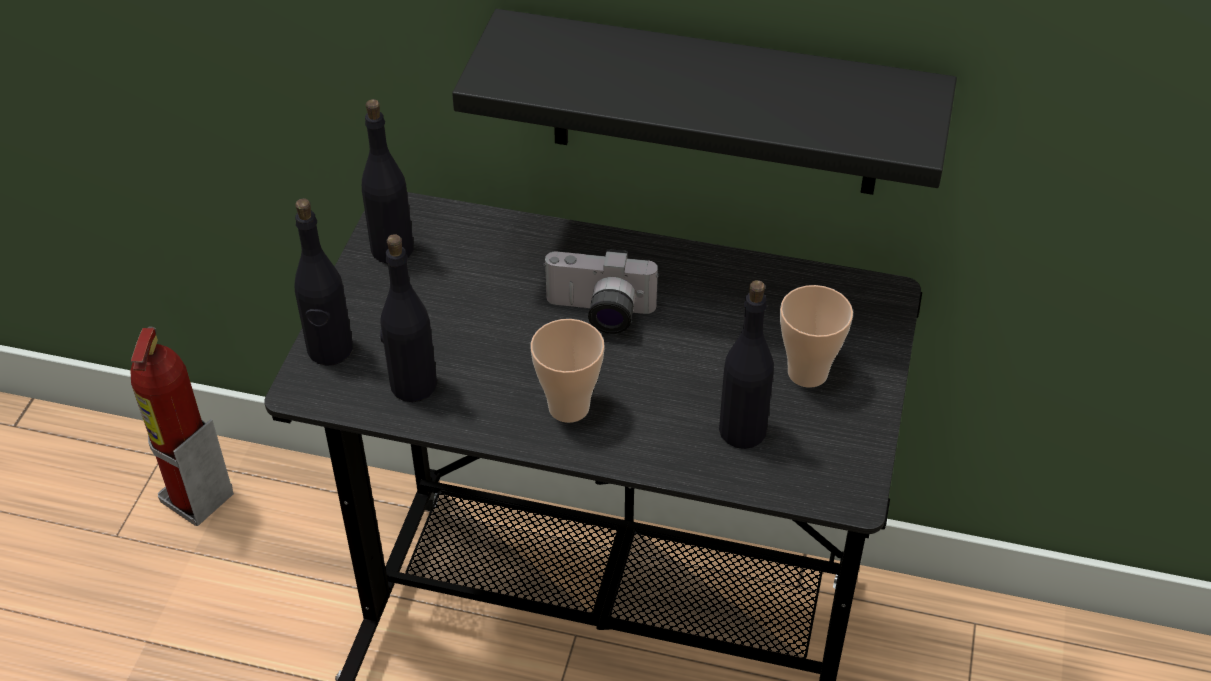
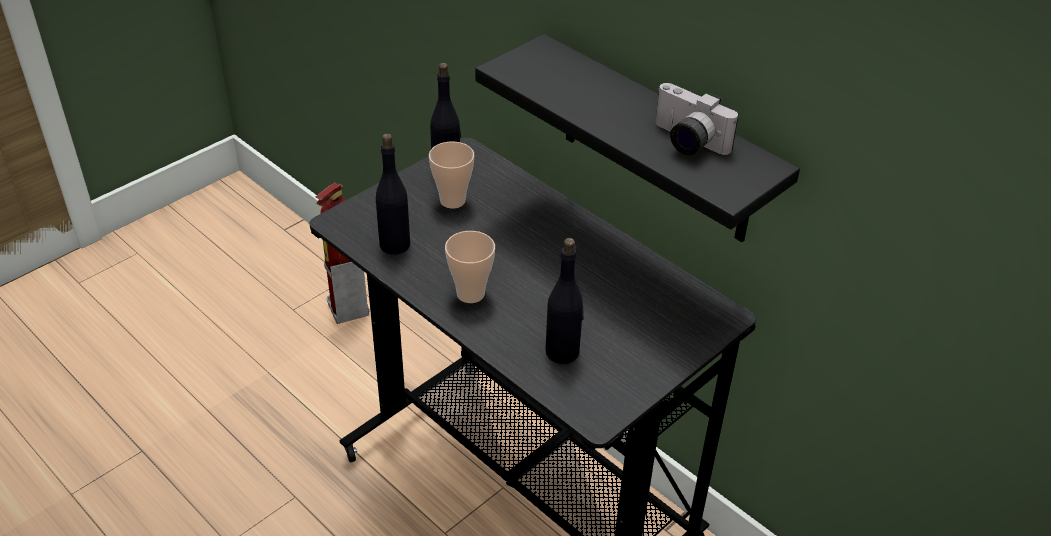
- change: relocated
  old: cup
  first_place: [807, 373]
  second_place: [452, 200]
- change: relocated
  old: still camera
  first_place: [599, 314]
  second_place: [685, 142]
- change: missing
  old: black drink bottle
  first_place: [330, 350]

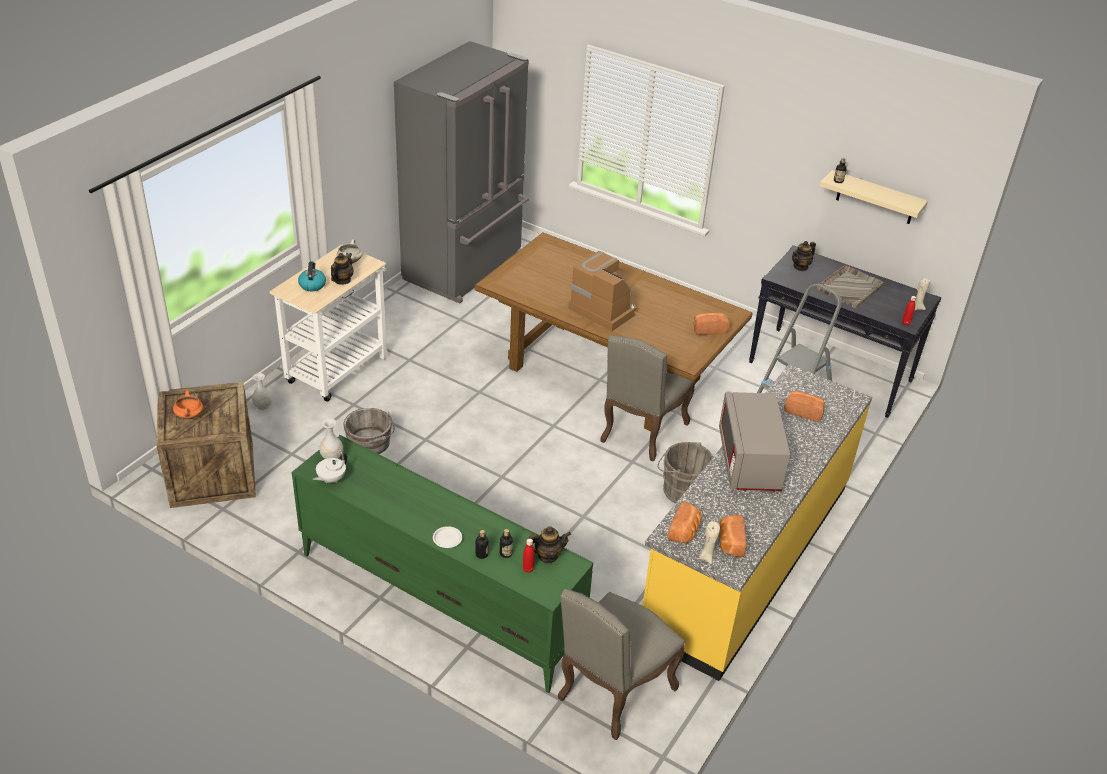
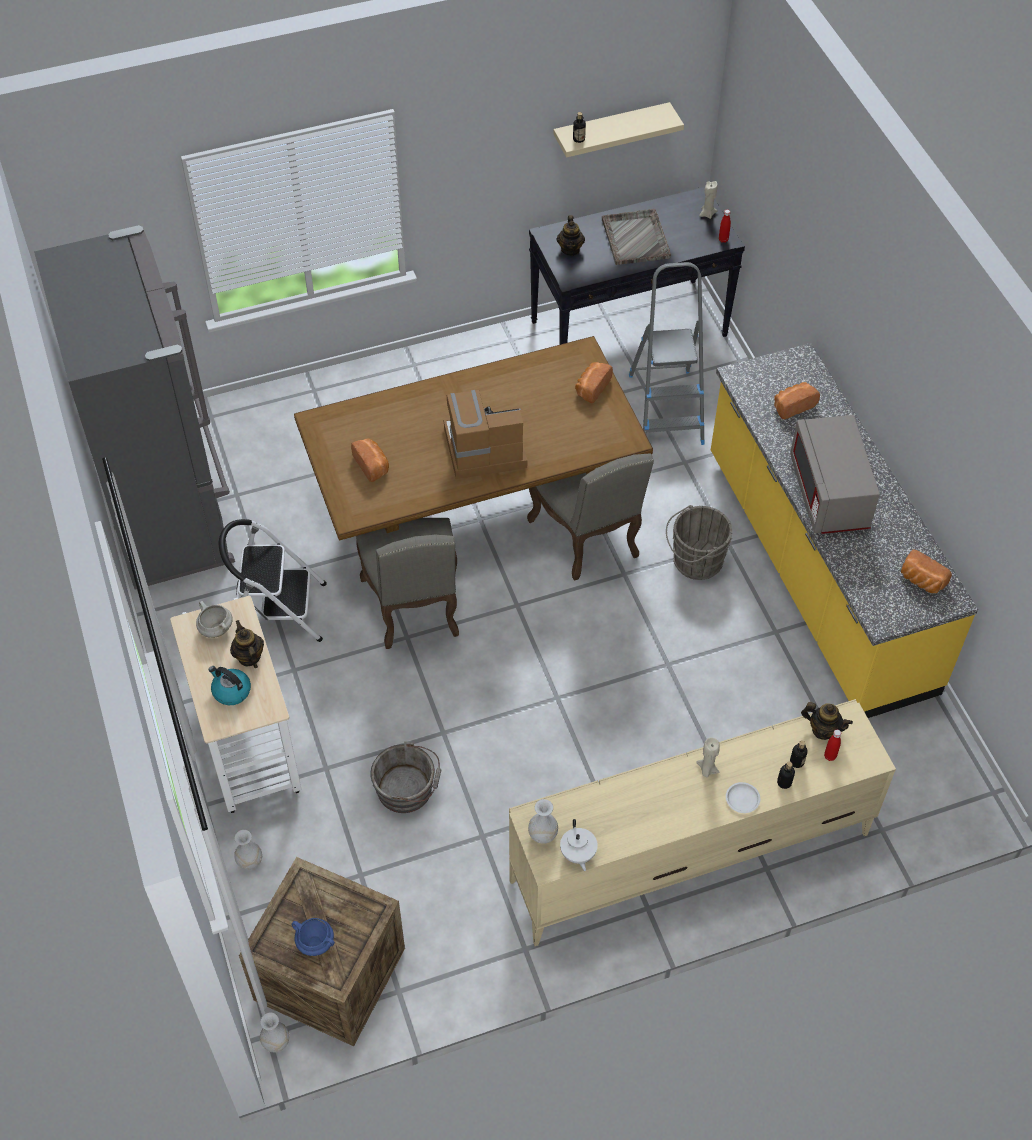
- change: appeared
  new: step stool
  second_place: [275, 612]
- change: appeared
  new: whitish flower vase
  second_place: [276, 1042]
- change: colour
  old: orange saucepot
  new: blue saucepot
  first_place: [190, 416]
  second_place: [316, 942]
- change: relocated
  old: bread
  first_place: [684, 531]
  second_place: [372, 465]
- change: relocated
  old: greyish upright chair
  first_place: [612, 692]
  second_place: [414, 608]
- change: colour
  old: greenish storage cabinet
  new: beige storage cabinet
  first_place: [437, 601]
  second_place: [689, 859]
- change: relocated
  old: beige candle
  first_place: [706, 557]
  second_place: [707, 769]
- change: spun
  old: greyish microwave oven
  first_place: [748, 461]
  second_place: [828, 494]
  degrees: 45
- change: spun
  old: pot for tea
  first_place: [547, 556]
  second_place: [823, 730]
  degrees: 90

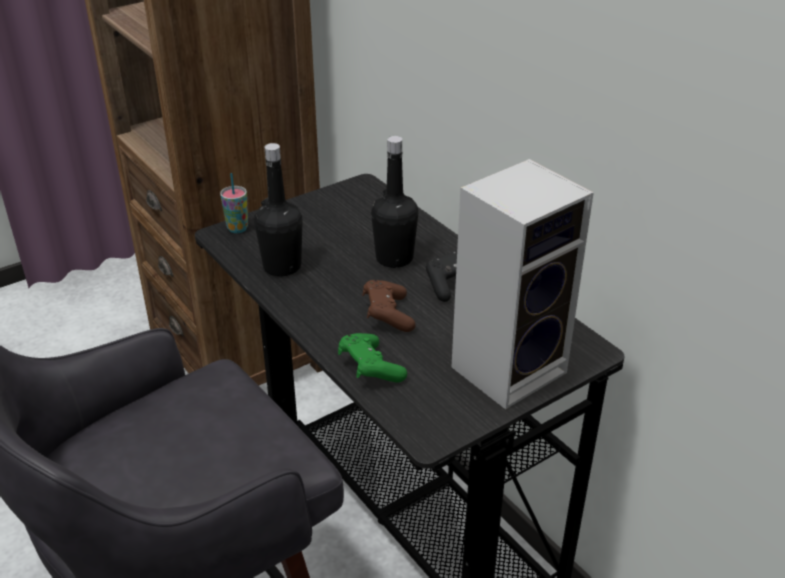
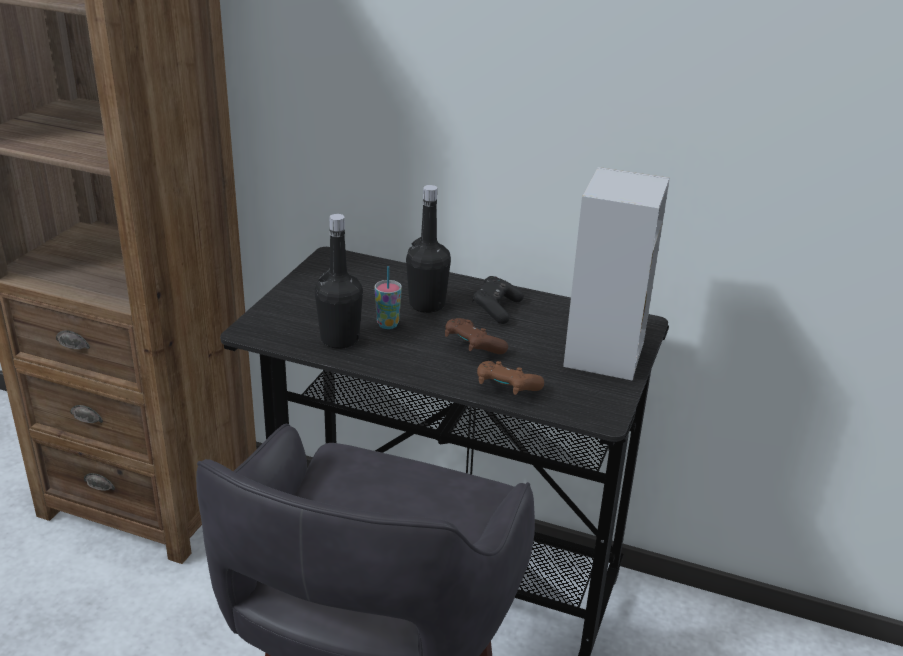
- change: relocated
  old: cup
  first_place: [237, 228]
  second_place: [388, 324]
- change: colour
  old: greenish joypad
  new: brown joypad
  first_place: [370, 369]
  second_place: [506, 389]

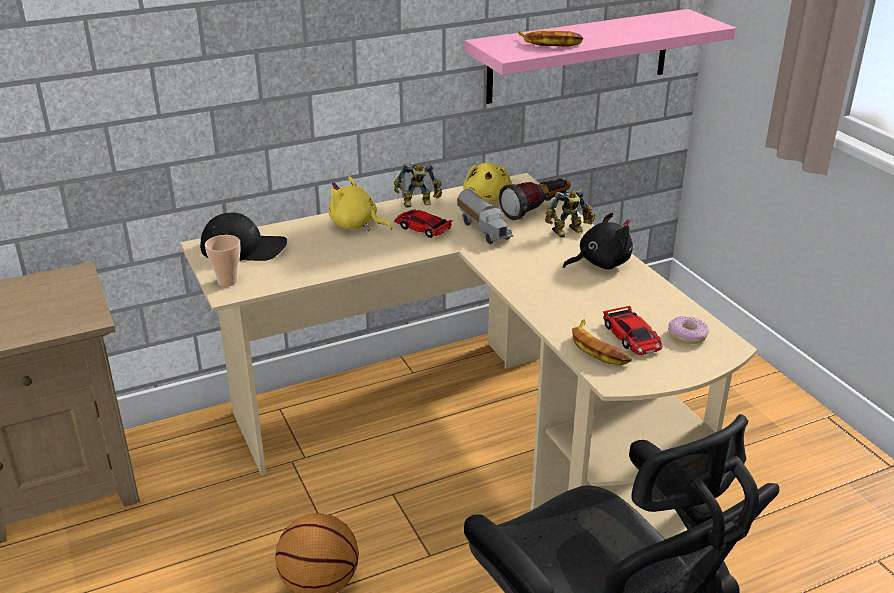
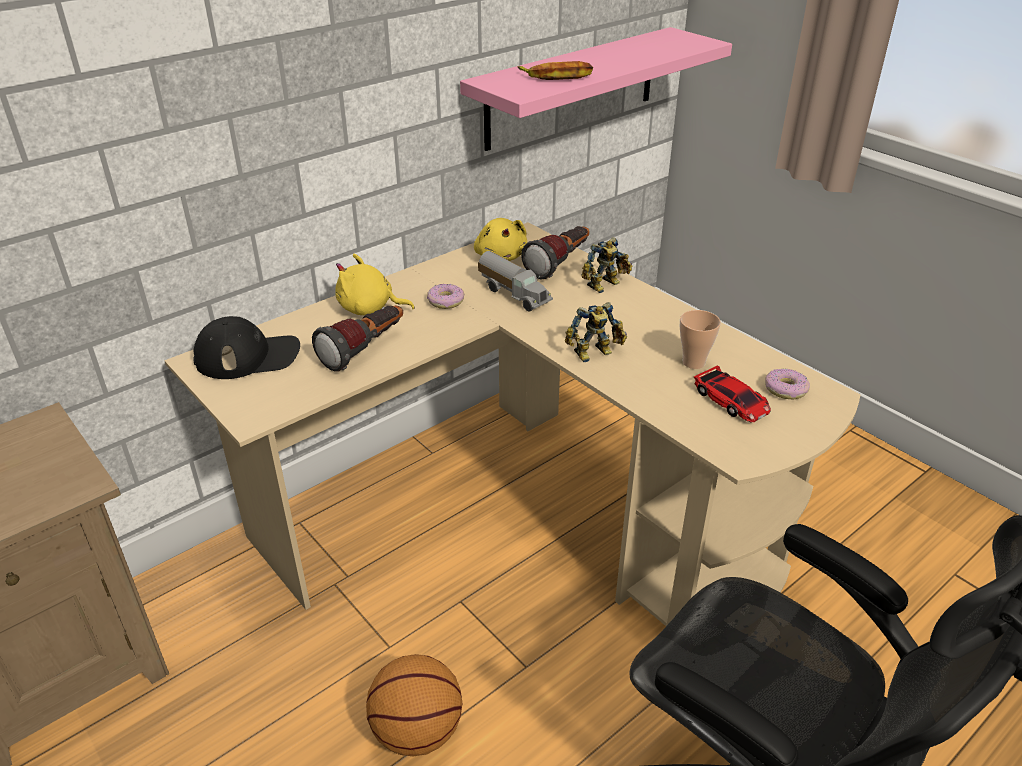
- change: appeared
  new: flashlight
  second_place: [365, 350]
- change: exchanged
  old: toy car
  new: ring doughnut
  first_place: [422, 227]
  second_place: [445, 301]
- change: relocated
  old: toy robot
  first_place: [418, 204]
  second_place: [595, 354]
- change: relocated
  old: cup
  first_place: [227, 281]
  second_place: [693, 362]
- change: missing
  old: black soft toy
  first_place: [600, 263]
- change: missing
  old: banana fruit
  first_place: [598, 348]

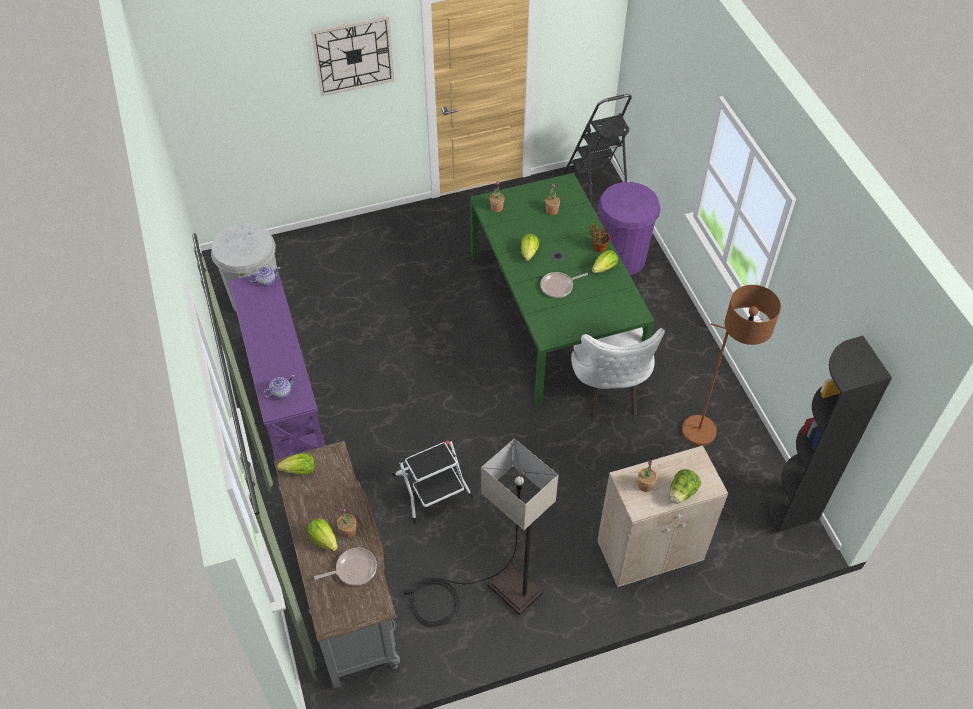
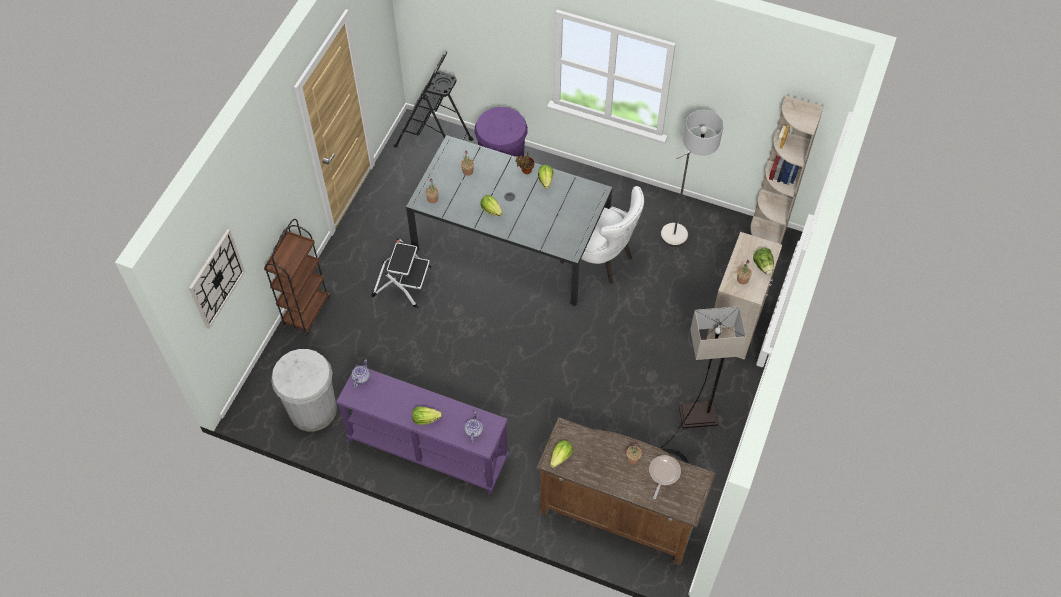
- change: relocated
  old: hanging clock
  first_place: [353, 55]
  second_place: [216, 278]
- change: appeared
  new: brown wheeled cart
  second_place: [306, 313]
- change: relocated
  old: step stool
  first_place: [431, 487]
  second_place: [402, 283]
- change: colour
  old: greenish dining table
  new: greyish dining table
  first_place: [553, 314]
  second_place: [510, 242]
- change: relocated
  old: lettuce
  first_place: [324, 539]
  second_place: [425, 419]
- change: colour
  old: brown standing lamp
  new: greyish standing lamp
  first_place: [709, 434]
  second_place: [681, 232]
- change: colour
  old: black shelving unit
  new: beige shelving unit
  first_place: [788, 510]
  second_place: [766, 236]
- change: missing
  old: skillet
  first_place: [558, 286]

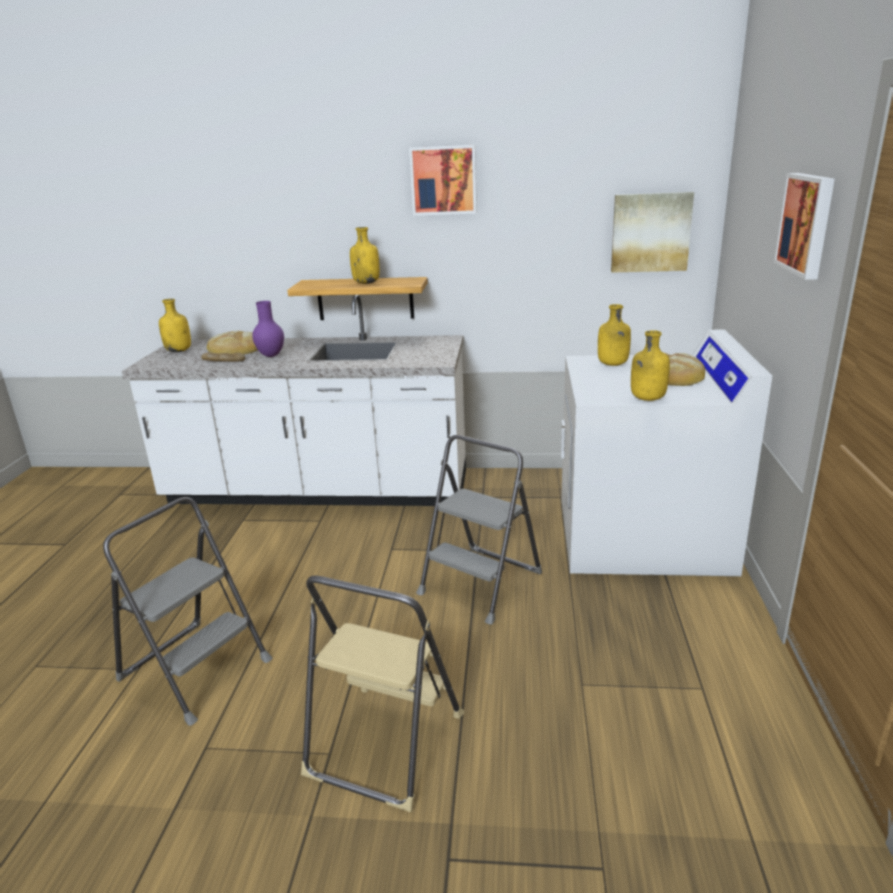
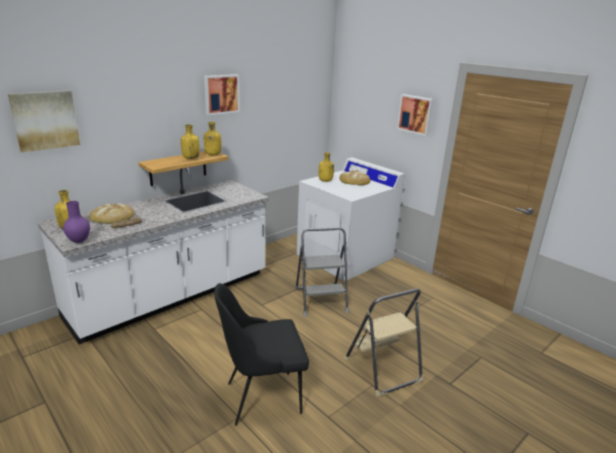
- change: relocated
  old: wall art
  first_place: [650, 232]
  second_place: [45, 120]
- change: relocated
  old: purple flower vase
  first_place: [271, 355]
  second_place: [79, 241]
- change: relocated
  old: yellow drink bottle
  first_place: [647, 398]
  second_place: [212, 154]
- change: exchanged
  old: greyish step stool
  new: black upright chair
  first_place: [191, 667]
  second_place: [263, 398]

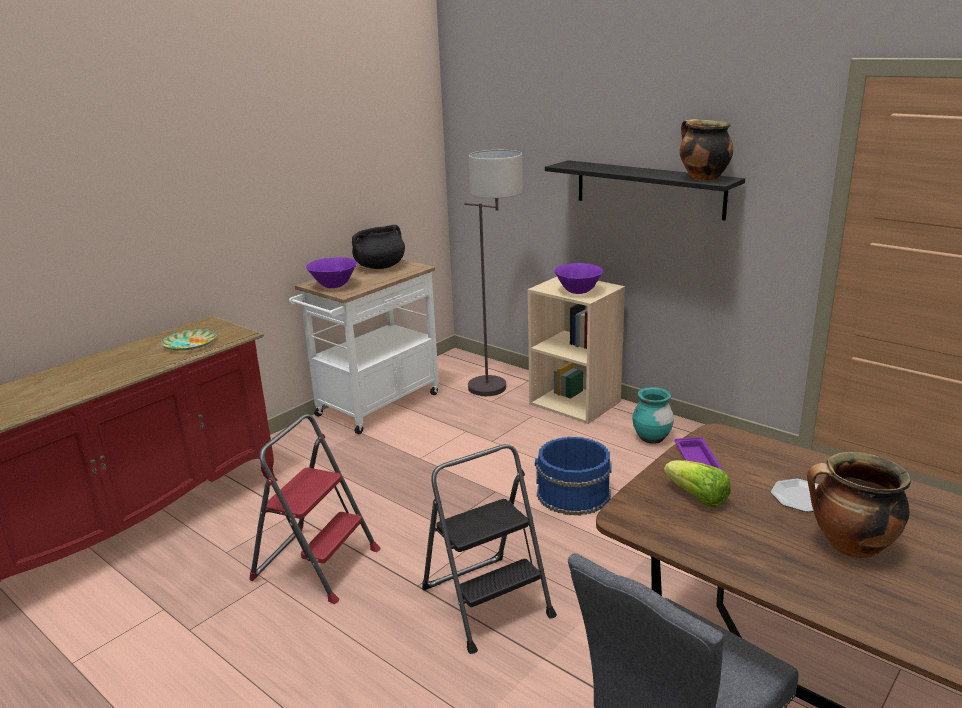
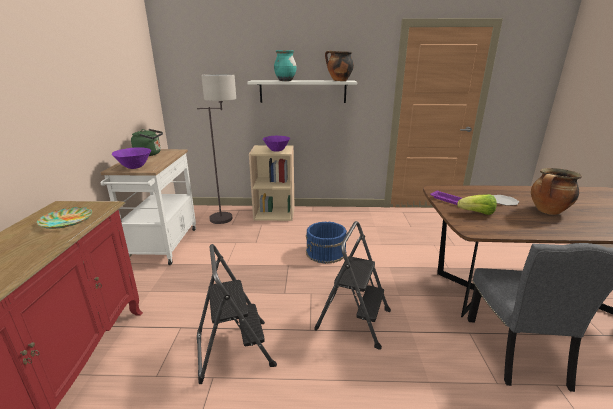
- change: exchanged
  old: black saucepot
  new: greenish tea kettle
  first_place: [380, 267]
  second_place: [150, 154]
- change: colour
  old: red-coloured step stool
  new: black step stool
  first_place: [312, 562]
  second_place: [230, 350]
- change: colour
  old: black wall shelf
  new: whitish wall shelf
  first_place: [649, 189]
  second_place: [302, 91]
- change: relocated
  old: turquoise-coloured flower vase
  first_place: [652, 438]
  second_place: [285, 80]

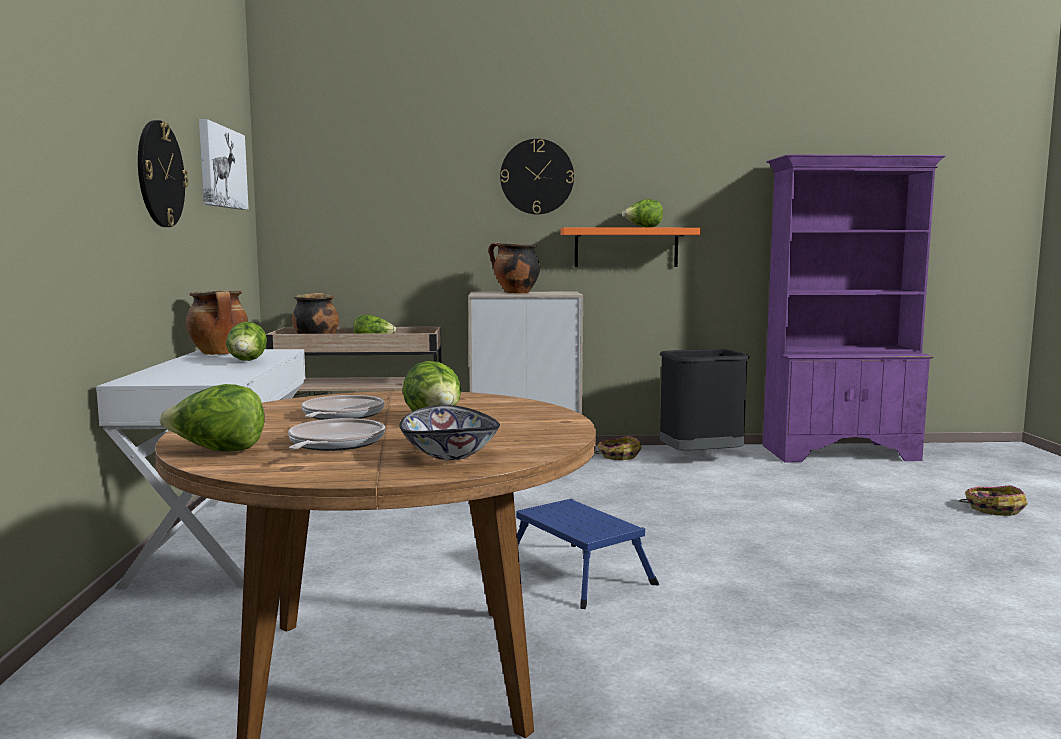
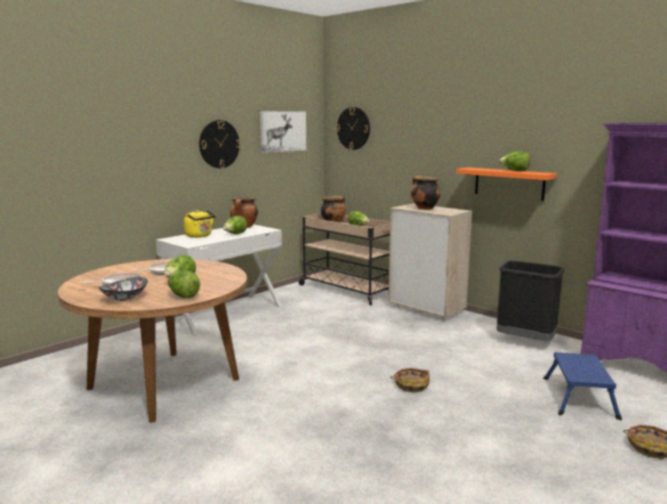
- change: relocated
  old: lettuce
  first_place: [217, 451]
  second_place: [183, 296]
- change: appeared
  new: yellow tea kettle
  second_place: [200, 236]
- change: relocated
  old: hanging clock
  first_place: [537, 177]
  second_place: [353, 128]
- change: relocated
  old: household basket
  first_place: [618, 456]
  second_place: [411, 385]
- change: relocated
  old: blue step stool
  first_place: [578, 574]
  second_place: [579, 398]

